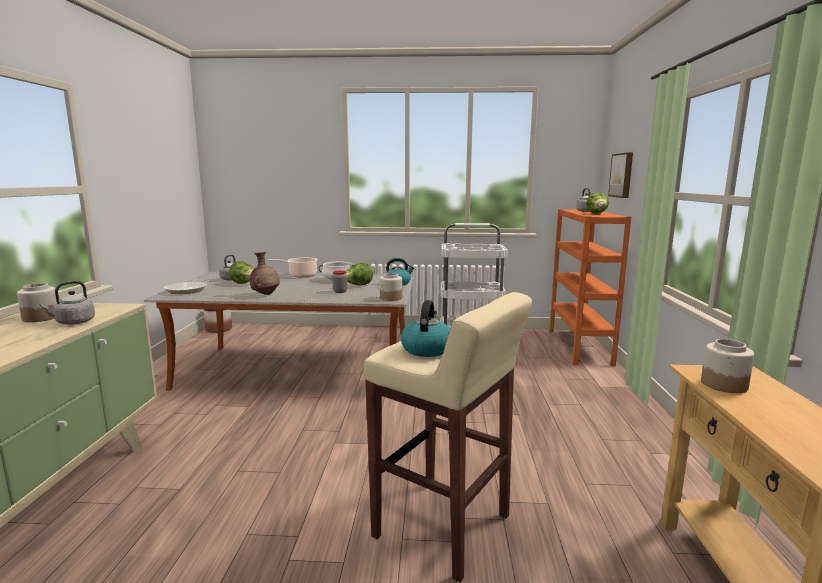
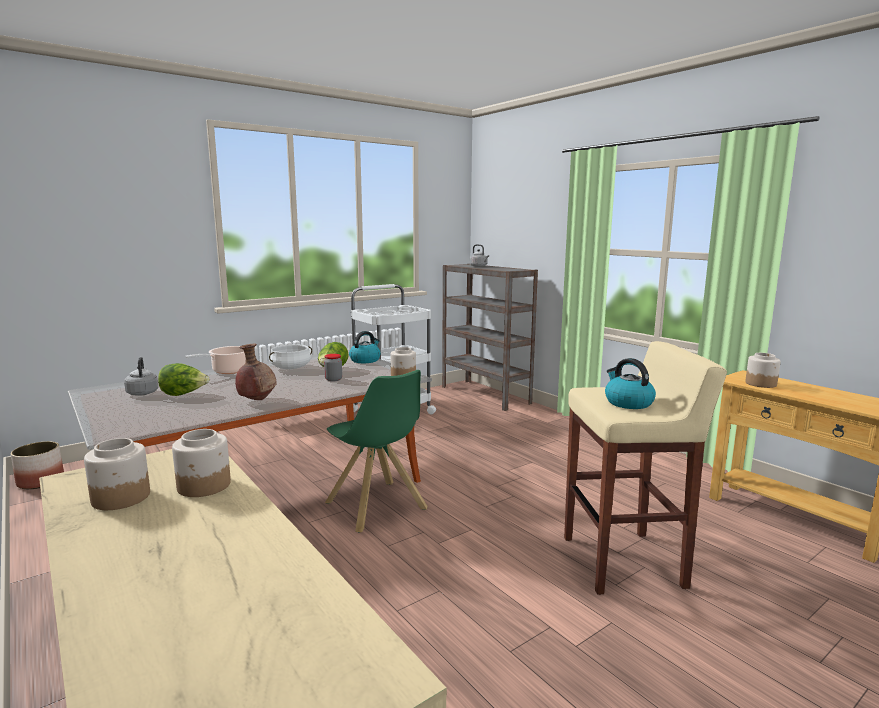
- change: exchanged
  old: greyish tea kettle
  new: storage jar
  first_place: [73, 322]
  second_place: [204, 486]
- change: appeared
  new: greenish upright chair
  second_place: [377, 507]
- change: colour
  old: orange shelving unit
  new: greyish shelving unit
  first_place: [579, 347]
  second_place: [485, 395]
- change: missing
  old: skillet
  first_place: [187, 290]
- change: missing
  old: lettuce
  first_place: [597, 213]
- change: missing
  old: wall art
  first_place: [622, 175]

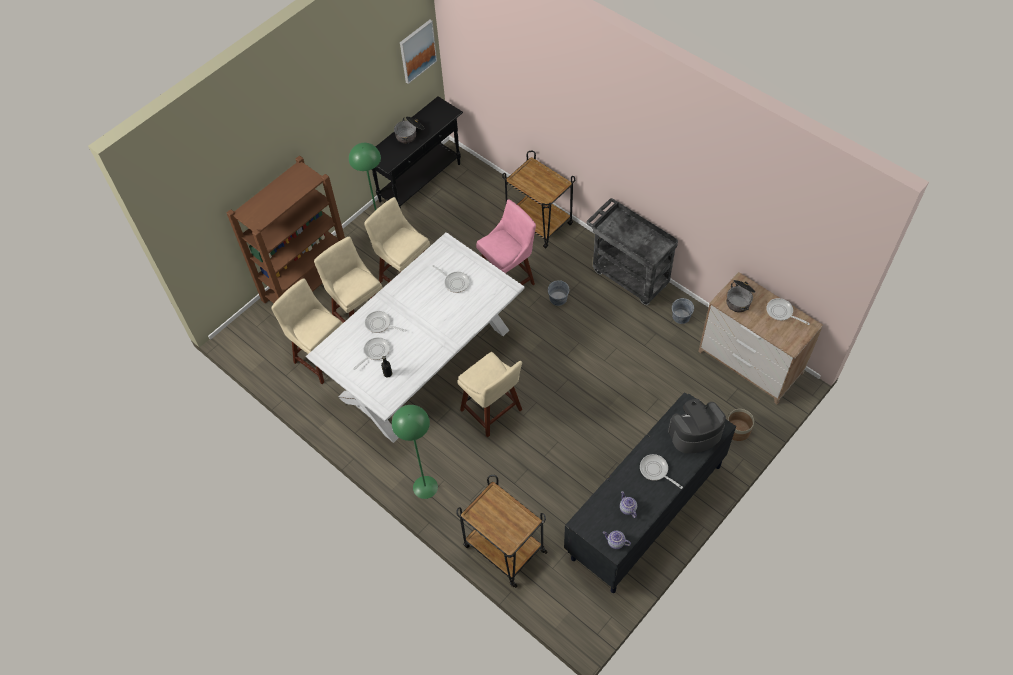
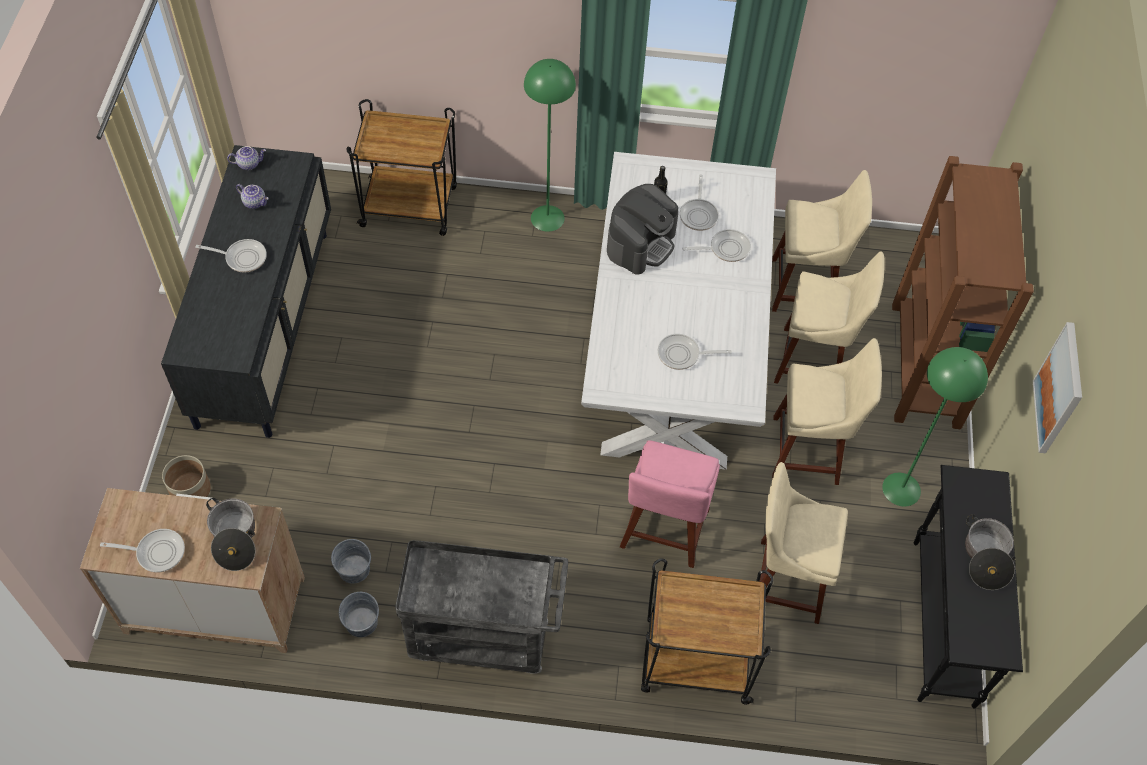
- change: relocated
  old: greyish pail
  first_place: [558, 298]
  second_place: [354, 569]
- change: relocated
  old: coffee brewer
  first_place: [694, 433]
  second_place: [641, 243]
- change: relocated
  old: beige upright chair
  first_place: [493, 412]
  second_place: [784, 579]
- change: relocated
  old: wall art
  first_place: [417, 51]
  second_place: [1059, 389]

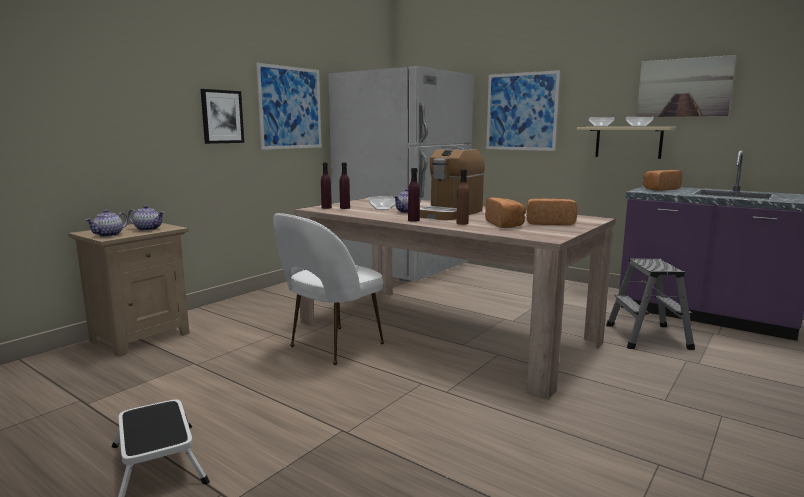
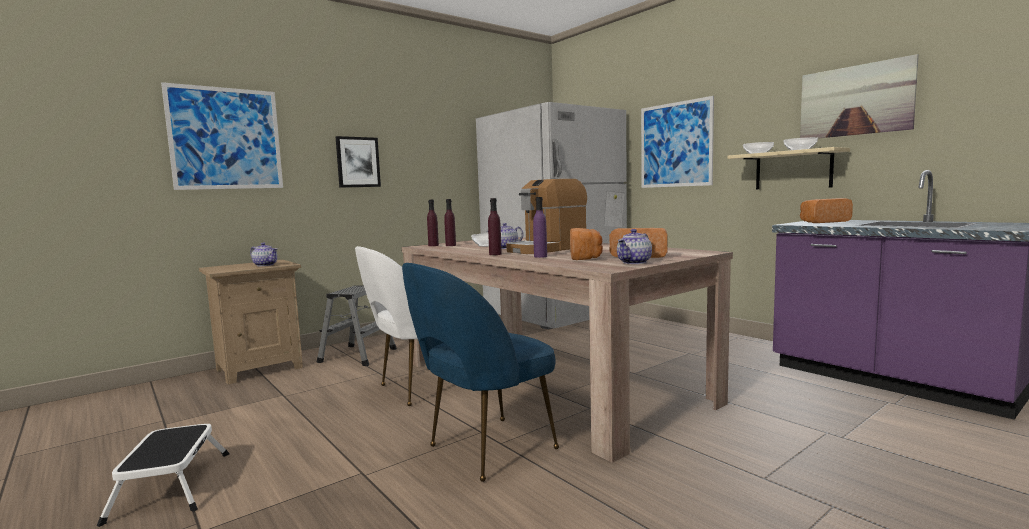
- change: relocated
  old: wall art
  first_place: [290, 108]
  second_place: [226, 138]
- change: relocated
  old: greyish step stool
  first_place: [647, 336]
  second_place: [358, 355]
- change: appeared
  new: blue upright chair
  second_place: [484, 450]
- change: colour
  old: brown drink bottle
  new: purple drink bottle
  first_place: [462, 223]
  second_place: [540, 256]
- change: relocated
  old: pot for tea
  first_place: [109, 235]
  second_place: [634, 262]

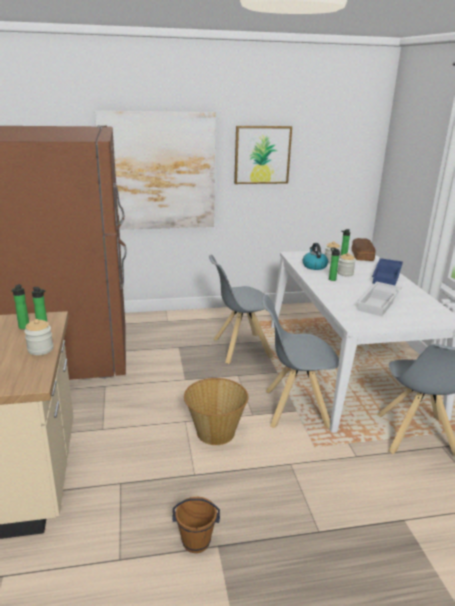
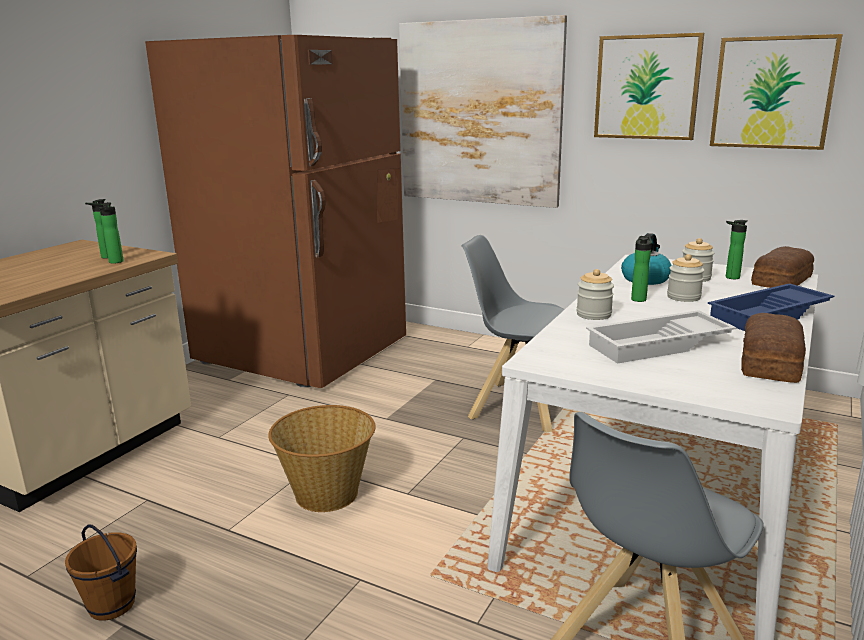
- change: relocated
  old: storage jar
  first_place: [40, 349]
  second_place: [593, 314]
- change: appeared
  new: wall art
  second_place: [772, 93]
- change: appeared
  new: bread
  second_place: [768, 363]
- change: missing
  old: greyish upright chair
  first_place: [294, 408]

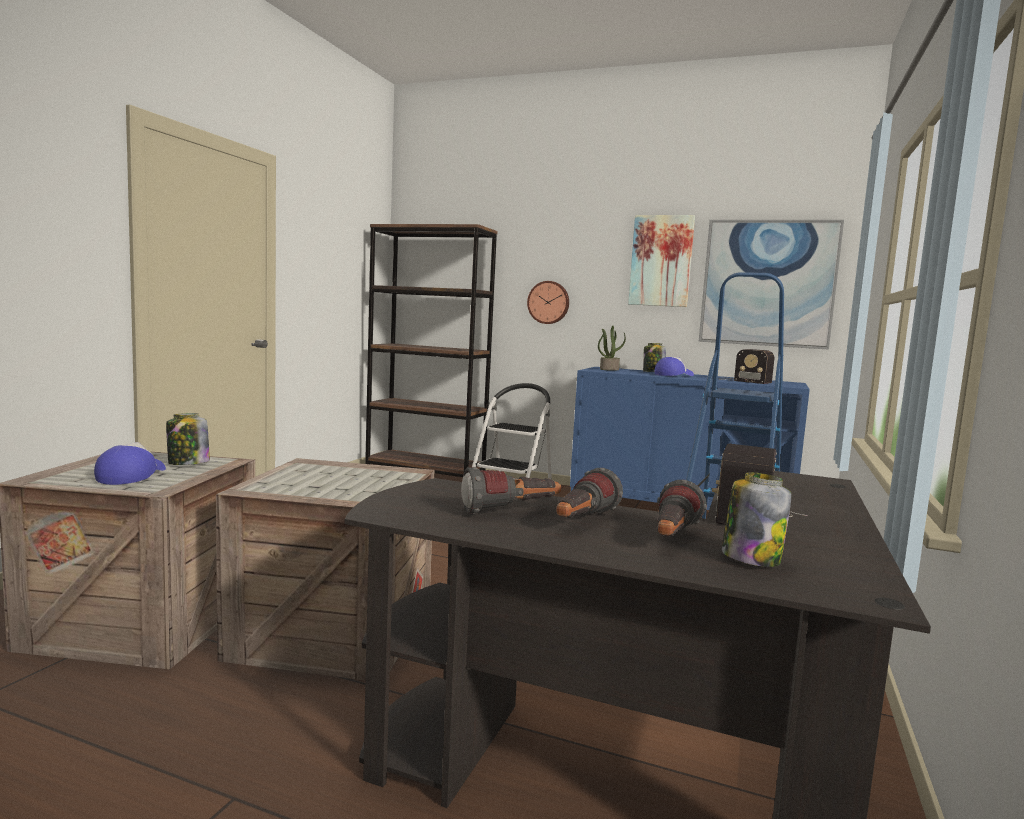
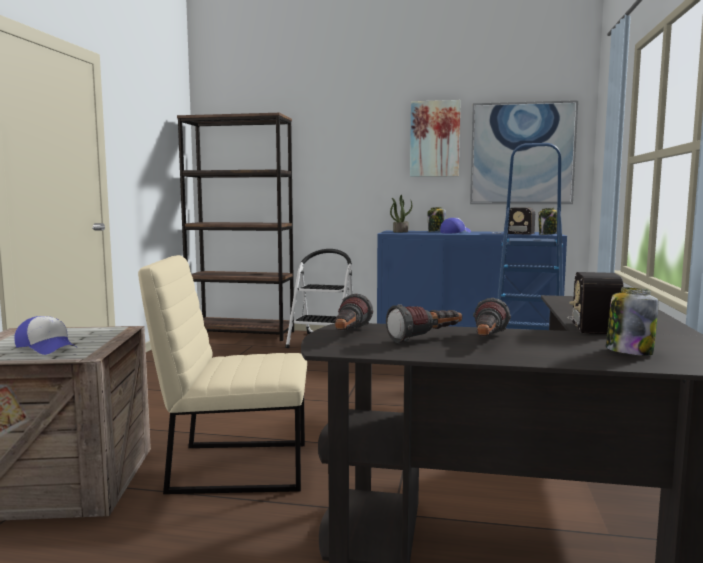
- change: spun
  old: peaked cap
  first_place: [131, 475]
  second_place: [47, 347]
  degrees: 135
- change: exchanged
  old: packing crate
  new: beige upright chair
  first_place: [332, 630]
  second_place: [235, 466]
- change: relocated
  old: flashlight
  first_place: [672, 539]
  second_place: [349, 335]
- change: relocated
  old: storage jar
  first_place: [188, 463]
  second_place: [548, 234]
- change: missing
  old: hanging clock
  first_place: [548, 302]

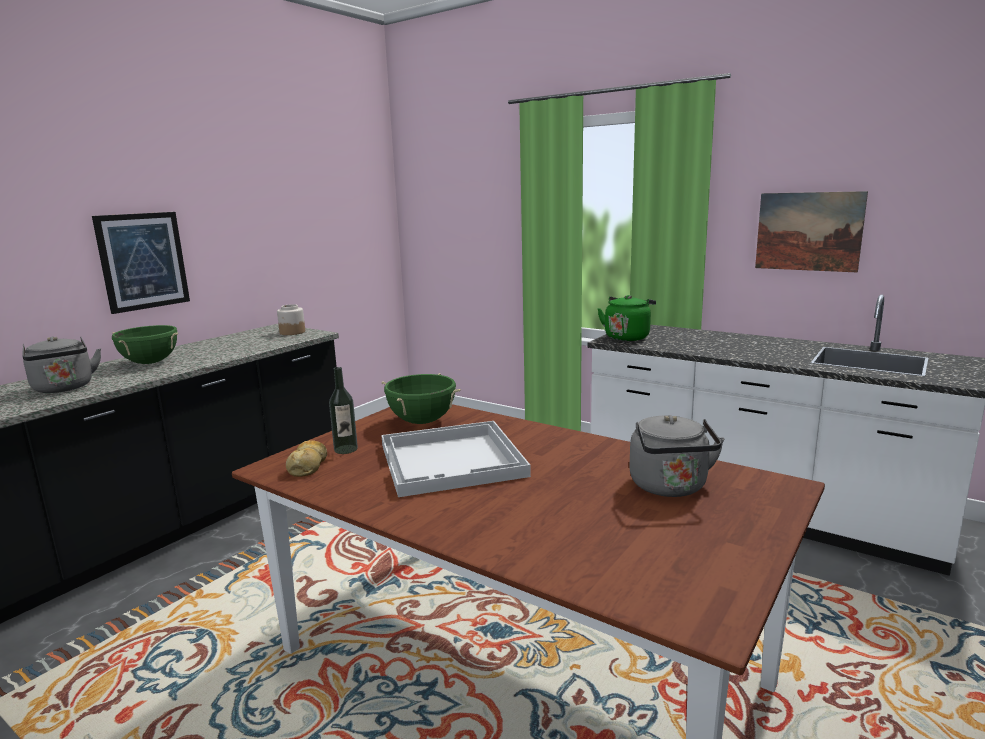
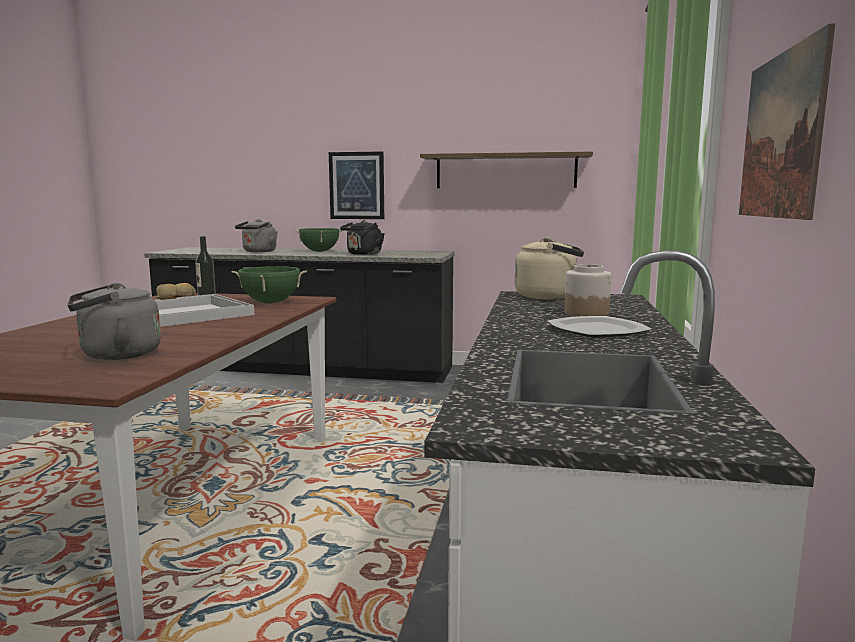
- change: appeared
  new: black tea kettle
  second_place: [363, 254]
- change: appeared
  new: wall shelf
  second_place: [505, 171]
- change: colour
  old: greenish tea kettle
  new: beige tea kettle
  first_place: [627, 337]
  second_place: [549, 296]
- change: appeared
  new: plate
  second_place: [596, 330]
- change: relocated
  old: storage jar
  first_place: [292, 332]
  second_place: [586, 313]

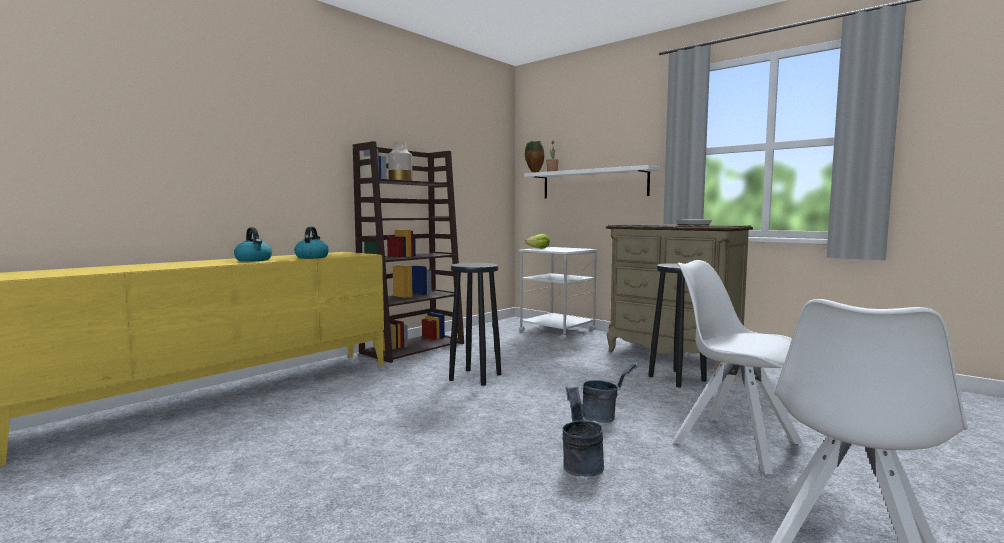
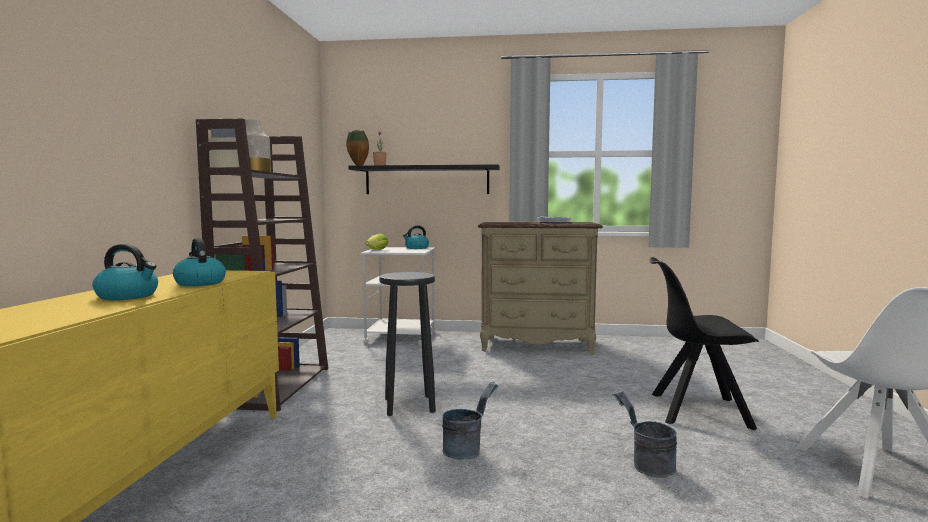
- change: colour
  old: whitish wall shelf
  new: black wall shelf
  first_place: [593, 184]
  second_place: [427, 180]
- change: appeared
  new: tea kettle
  second_place: [416, 248]
- change: relocated
  old: greyish pail
  first_place: [605, 417]
  second_place: [467, 450]
- change: colour
  old: whitish upright chair
  new: black upright chair
  first_place: [733, 442]
  second_place: [697, 410]
- change: missing
  old: black stool
  first_place: [677, 379]

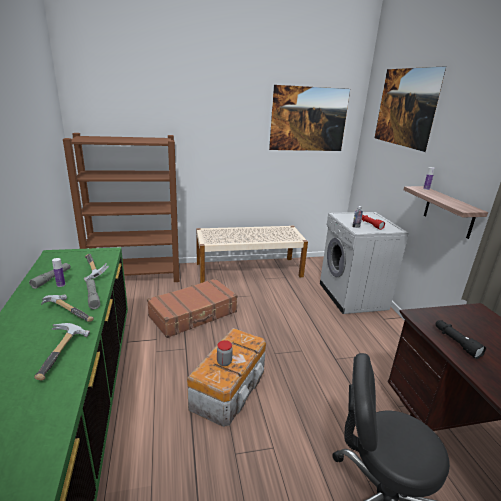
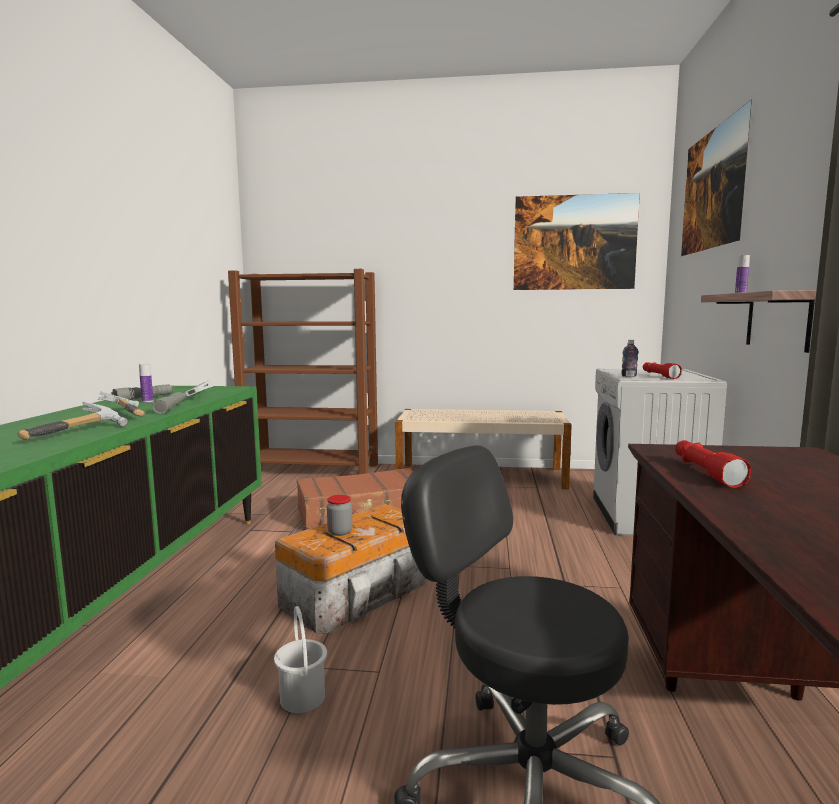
- change: appeared
  new: whitish pail
  second_place: [302, 698]
- change: colour
  old: black flashlight
  new: red-coloured flashlight
  first_place: [455, 342]
  second_place: [705, 472]

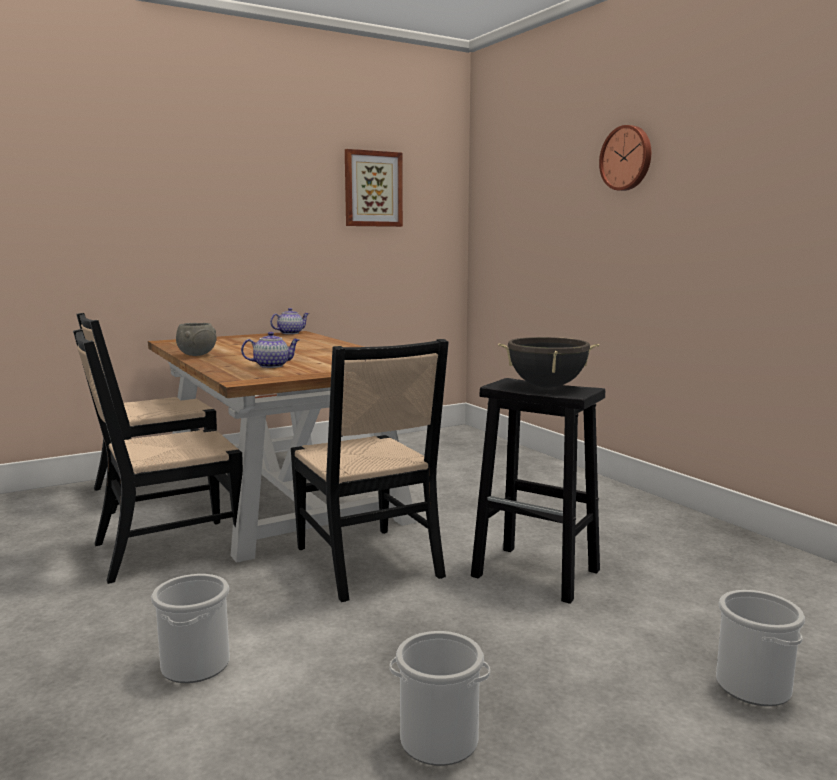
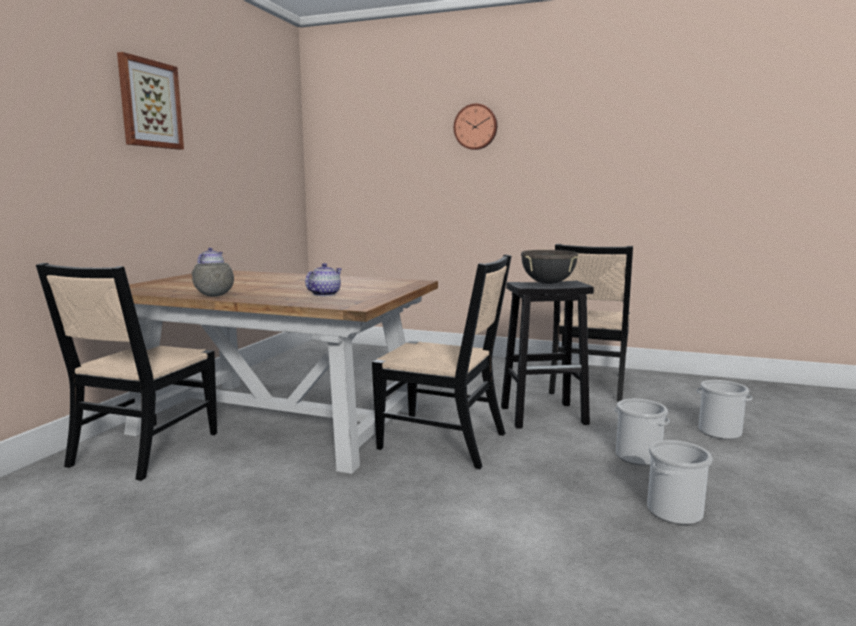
- change: relocated
  old: wall art
  first_place: [373, 189]
  second_place: [150, 104]
- change: relocated
  old: upright chair
  first_place: [167, 549]
  second_place: [588, 385]
- change: relocated
  old: pail
  first_place: [196, 665]
  second_place: [638, 457]

